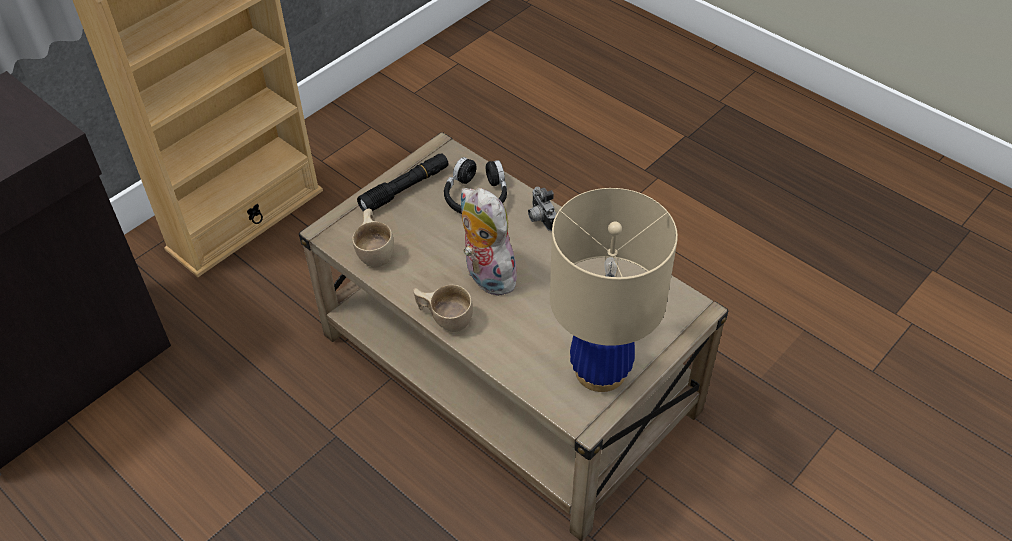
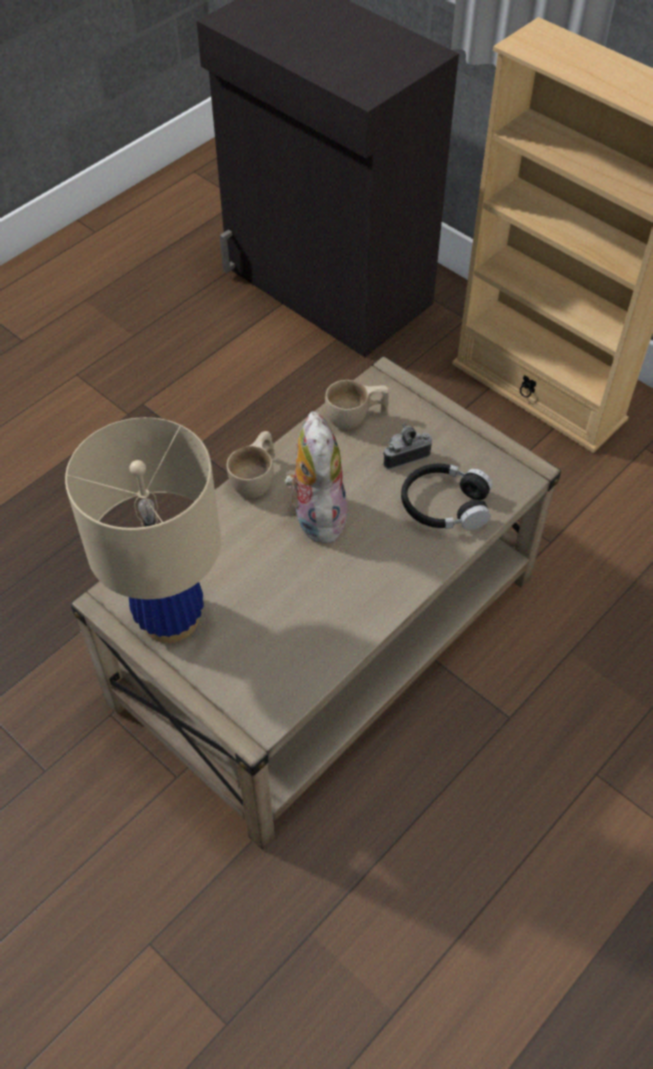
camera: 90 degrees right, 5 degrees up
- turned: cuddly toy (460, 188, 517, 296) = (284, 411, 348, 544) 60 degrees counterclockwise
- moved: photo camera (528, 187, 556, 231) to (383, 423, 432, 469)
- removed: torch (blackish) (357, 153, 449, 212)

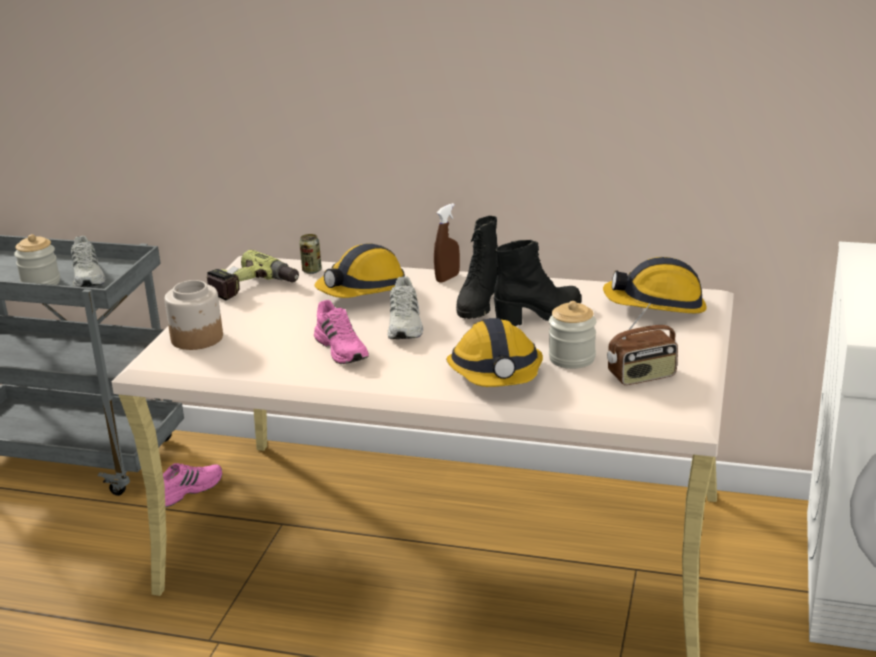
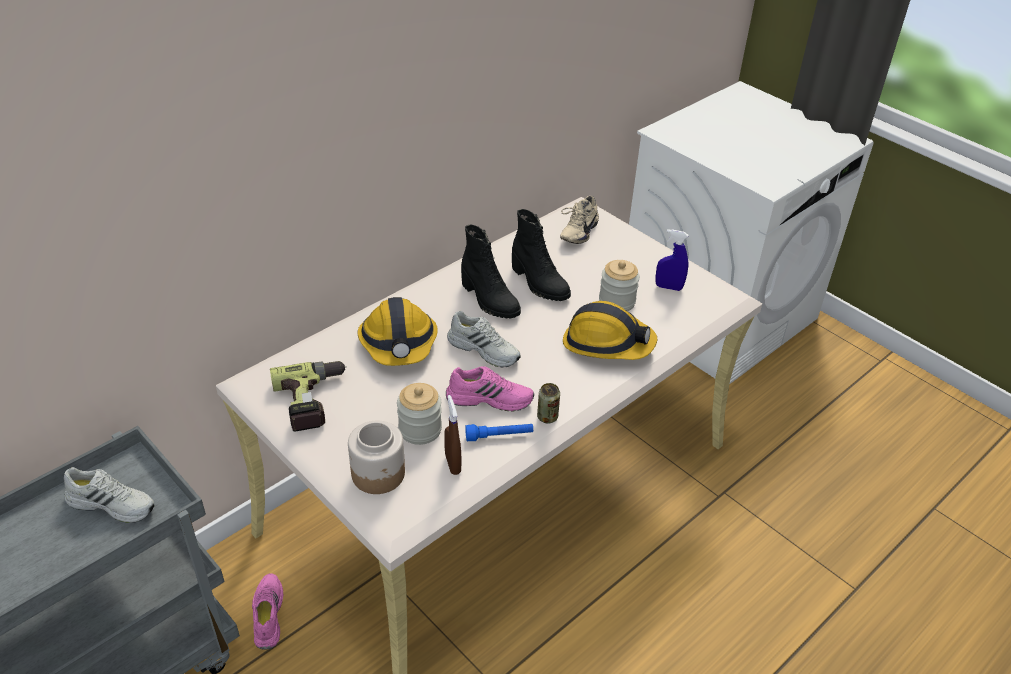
camera: 60 degrees left, 15 degrees up
- moved: jar (14, 234, 60, 285) to (397, 383, 442, 445)
- moved: spray bottle (brownish) (434, 203, 460, 283) to (444, 395, 461, 475)
- added: torch (blue) (465, 424, 533, 441)
- turned: boot (blackish) (494, 240, 582, 326) = (512, 209, 571, 301) 135 degrees clockwise
- moved: sealed can (299, 234, 322, 274) to (537, 383, 560, 423)
- replaced: work helmet (603, 257, 707, 313) to low shoe (sand-coloured) (560, 196, 599, 244)
- replaced: radio (607, 304, 678, 385) to spray bottle (blue) (655, 229, 688, 291)

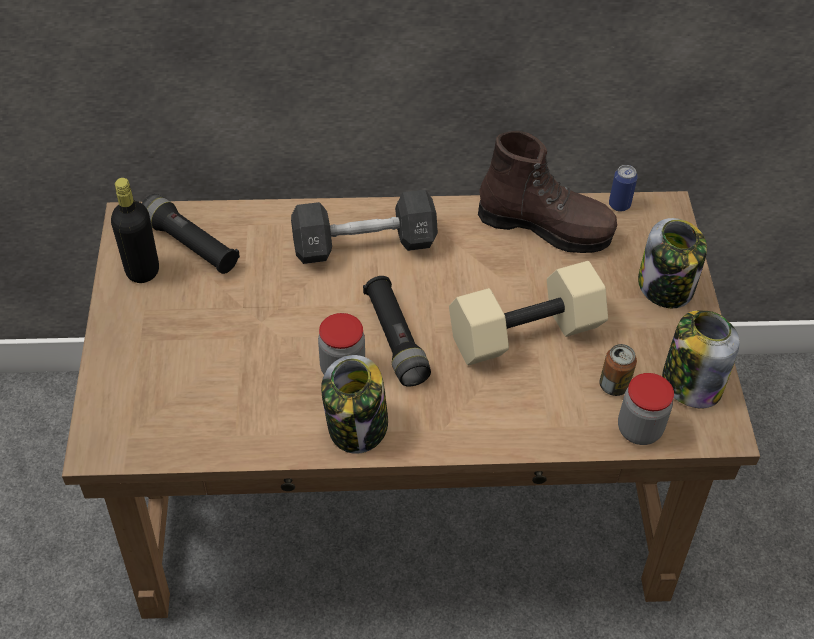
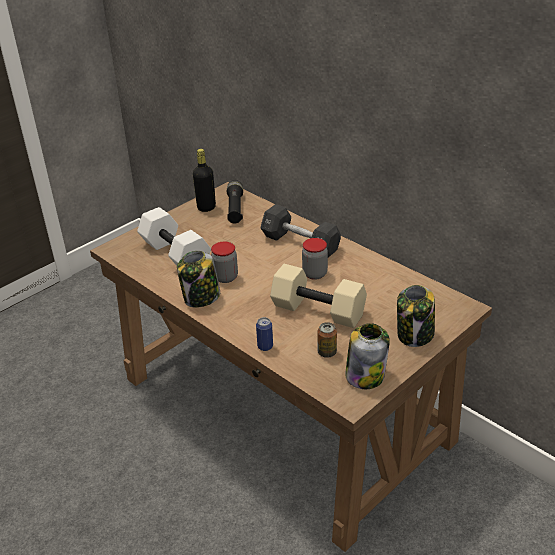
camera: 50 degrees right, 15 degrees down
- added: hand weight (white-coloured) (137, 207, 211, 266)
- moved: sealed can (609, 165, 638, 212) to (256, 317, 273, 351)
- moved: jar (618, 373, 674, 445) to (302, 238, 328, 280)
- removed: torch (blackish) (363, 276, 431, 387)
- removed: boot (brownish) (478, 131, 617, 253)

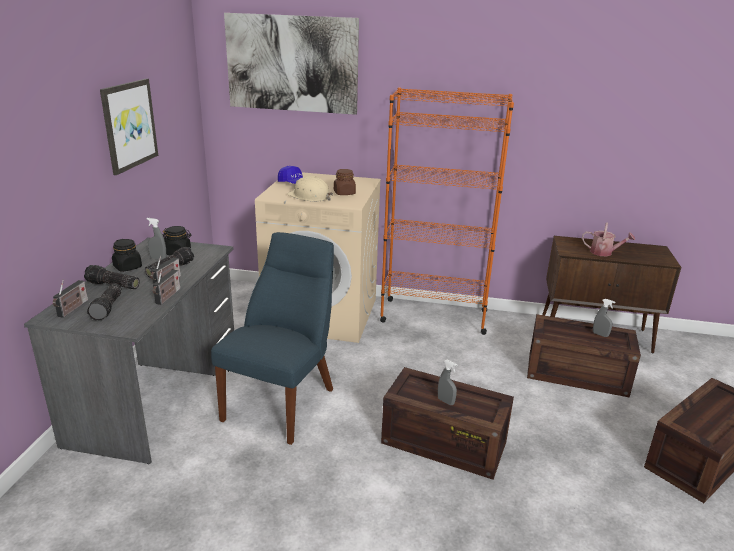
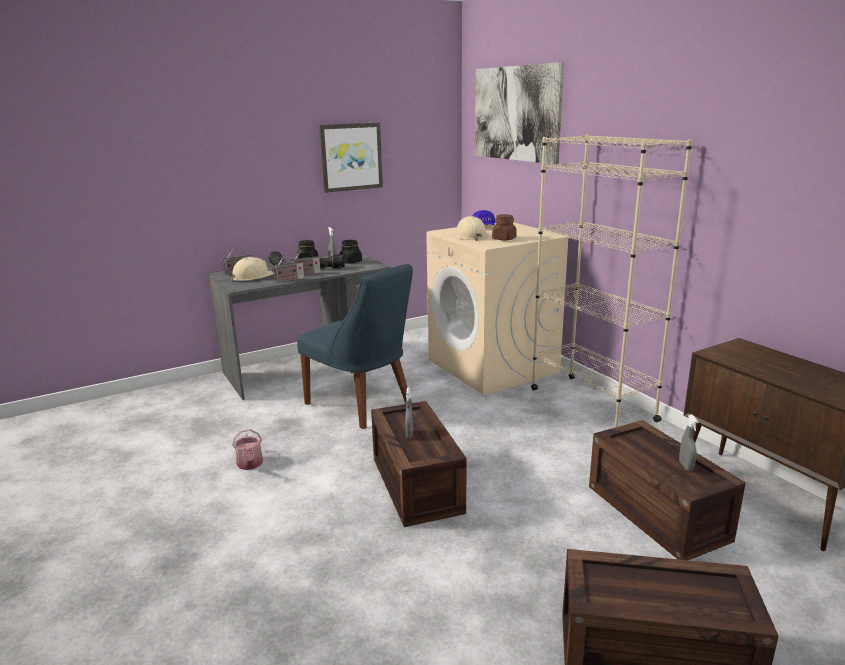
camera: 50 degrees right, 5 degrees down
- replaced: torch (87, 283, 122, 321) to work helmet (sand-coloured) (230, 257, 275, 281)
- moved: watering can (582, 222, 635, 256) to (232, 429, 263, 470)
- turned: chair (blue) (211, 232, 334, 445) = (297, 264, 413, 429) 60 degrees clockwise
- recoloured: bookshelf (orange) (380, 87, 514, 335) to bookshelf (sand-coloured) (531, 134, 693, 428)

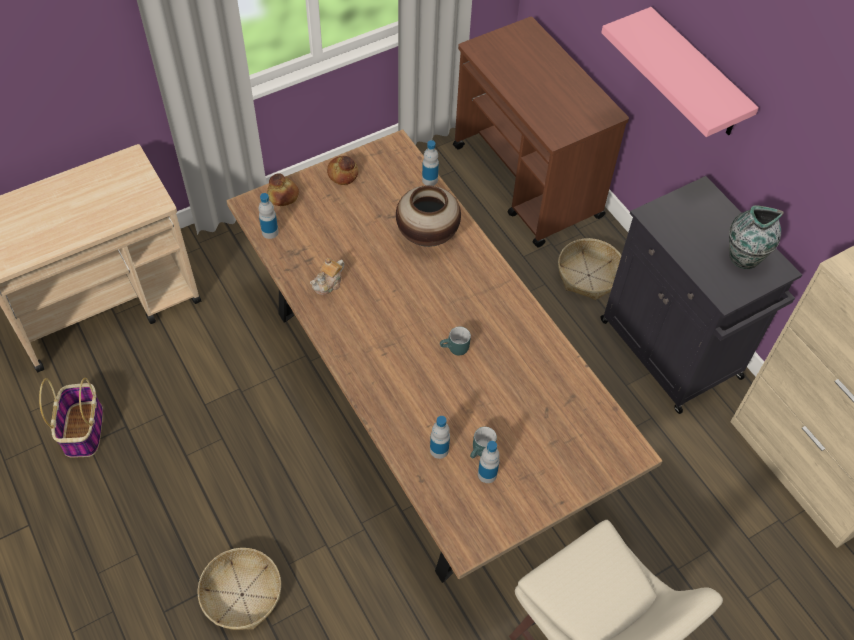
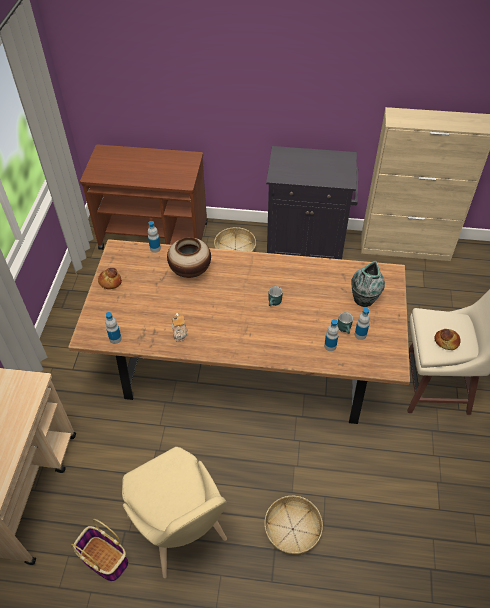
camera: 50 degrees left, 5 degrees down
- added: chair (sand-coloured) (122, 447, 227, 578)
- moved: flower vase (729, 205, 784, 269) to (351, 261, 385, 307)
- moved: bread (267, 173, 299, 206) to (434, 329, 461, 350)
- removed: wall shelf (pink) (601, 7, 759, 137)

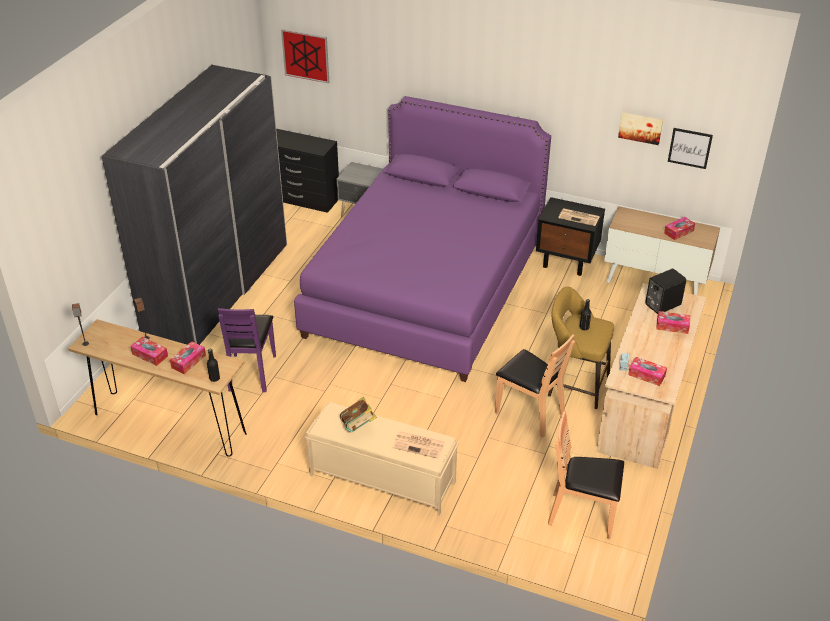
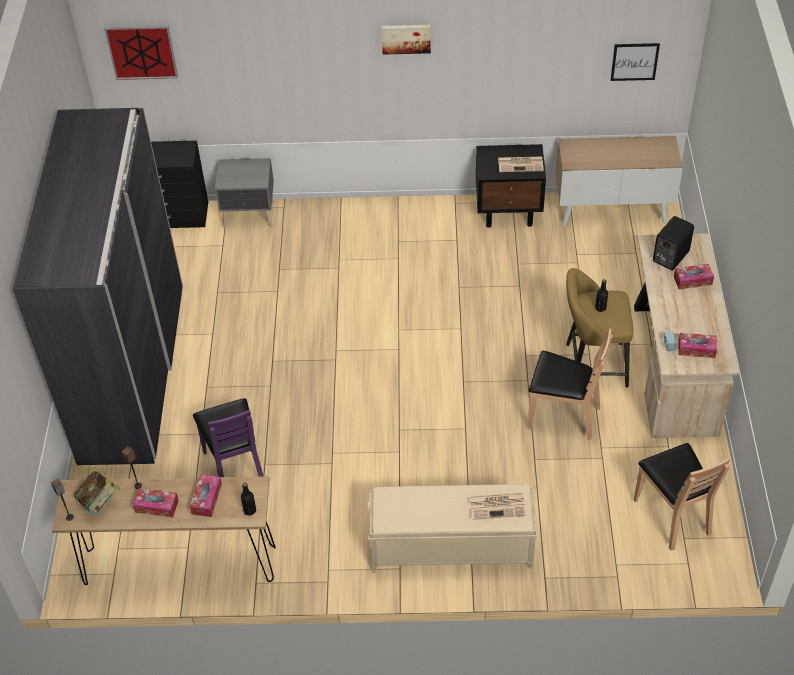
camera: 20 degrees left, 10 degrees up
- moved: book (340, 397, 377, 432) to (74, 467, 120, 514)
- moved: picture (618, 112, 663, 145) to (381, 25, 431, 55)
- turned: chair (brownish) (548, 411, 624, 539) = (634, 443, 731, 551) 105 degrees counterclockwise
- removed: bed (purple) (294, 96, 551, 382)
- removed: box of tissues (664, 217, 695, 240)

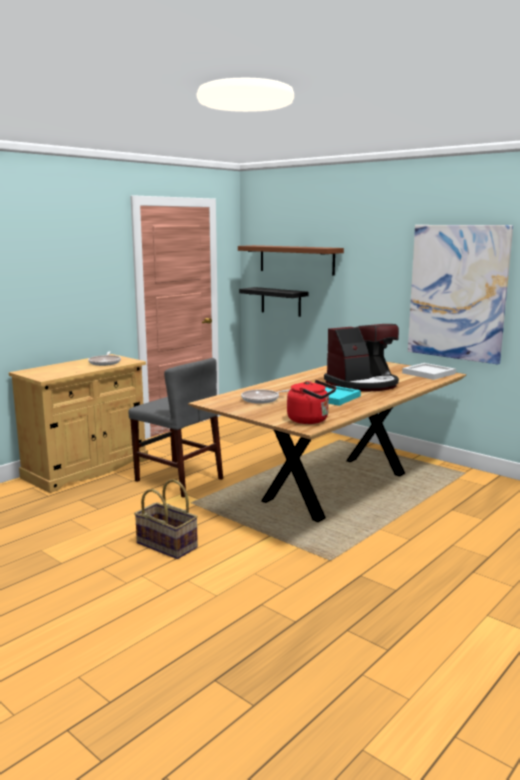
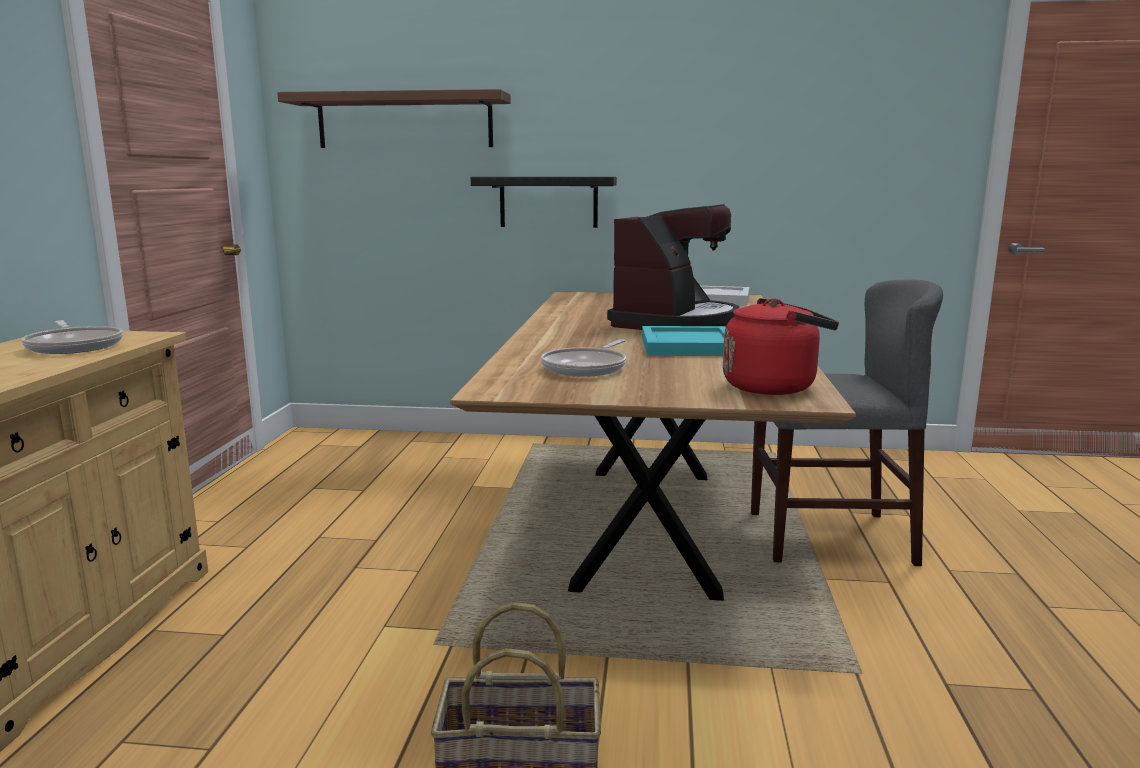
camera: 35 degrees left, 0 degrees up
- moved: wall shelf (blackish) (239, 287, 309, 317) to (471, 177, 617, 228)
- moved: chair (grey) (129, 358, 223, 498) to (751, 279, 943, 566)
- removed: picture (408, 225, 513, 365)

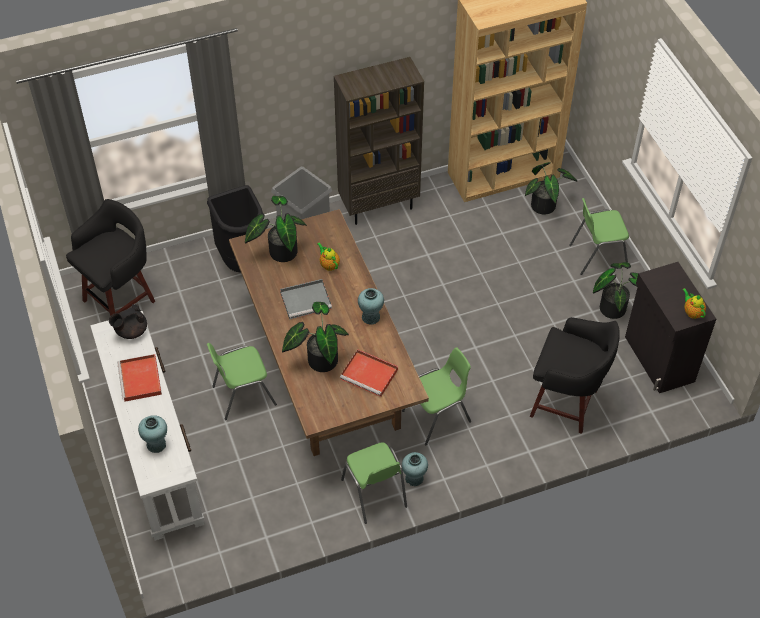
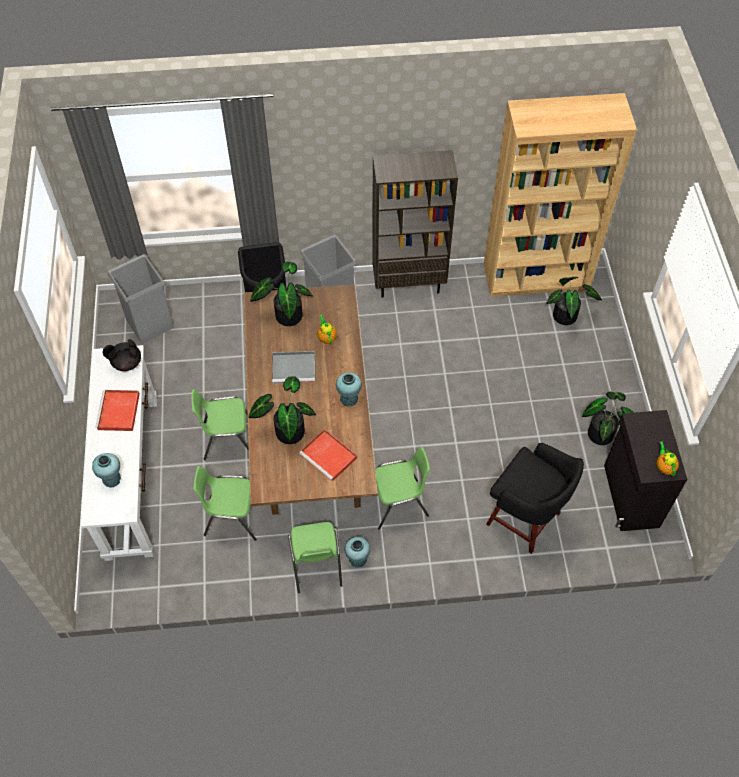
camera: 15 degrees right, 5 degrees up
- replaced: stool (blackish) (66, 199, 155, 316) to waste bin (grey) (108, 254, 174, 343)
- moved: chair (green-coloured) (569, 198, 629, 275) to (193, 466, 257, 541)

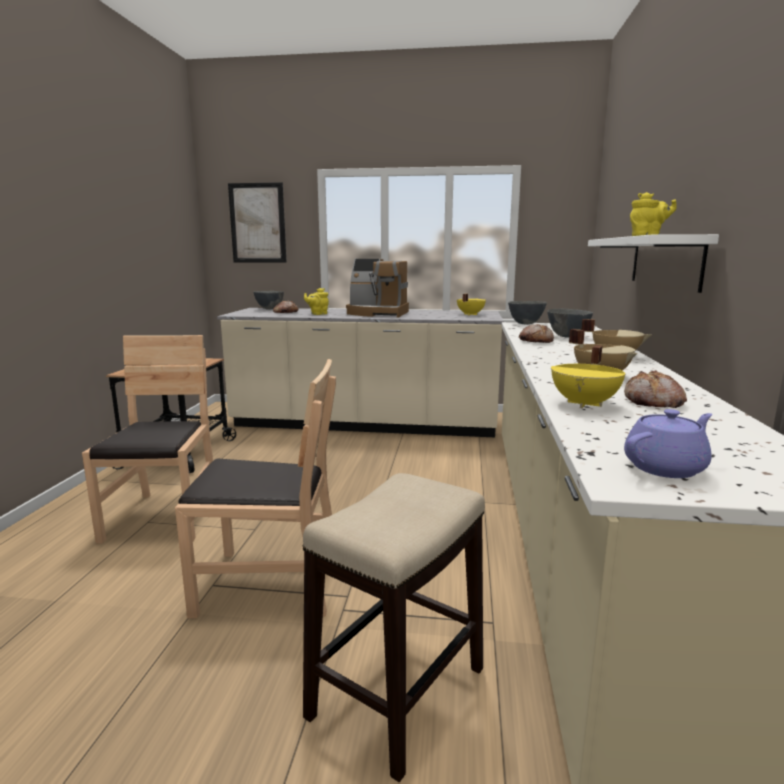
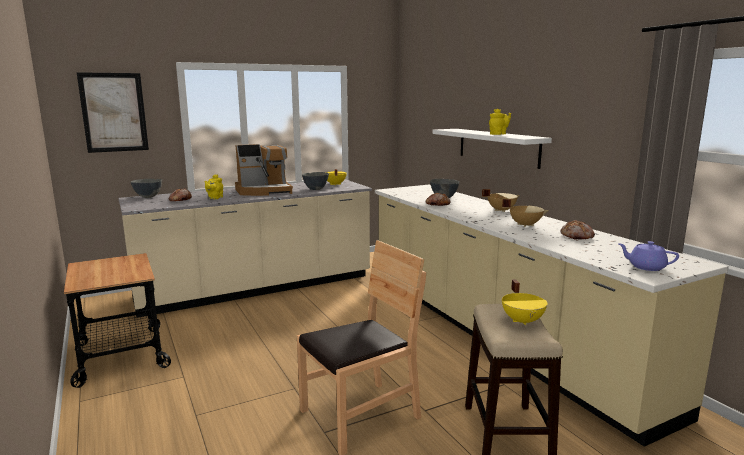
camera: 35 degrees left, 0 degrees up
- moved: deep dish (grey) (508, 301, 547, 325) to (302, 172, 329, 190)
- moved: cooking pot (yellow) (551, 345, 626, 408) to (502, 279, 548, 326)
- turned: tea pot (purple) (624, 409, 712, 478) = (618, 241, 679, 271) 90 degrees counterclockwise
- removed: chair (brownish) (82, 335, 213, 544)

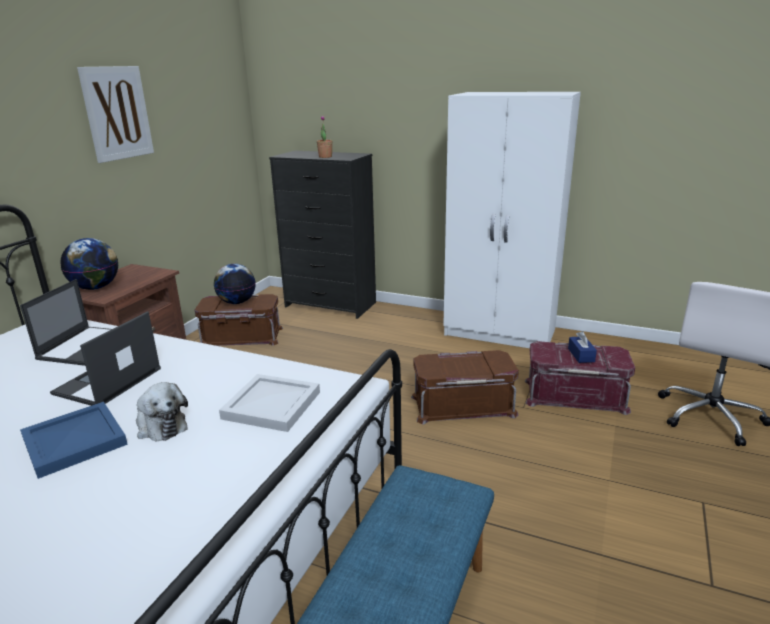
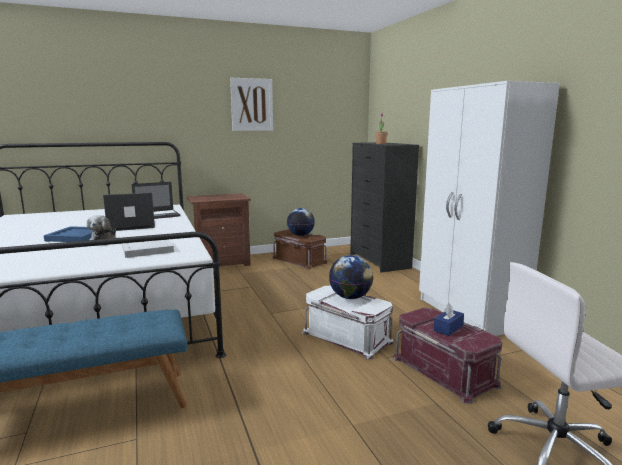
camera: 45 degrees right, 10 degrees down
- recoloured: storage container (brownish) (411, 350, 519, 425) to storage container (white-coloured) (302, 286, 395, 360)
- moved: world globe (60, 238, 118, 290) to (329, 255, 373, 299)

